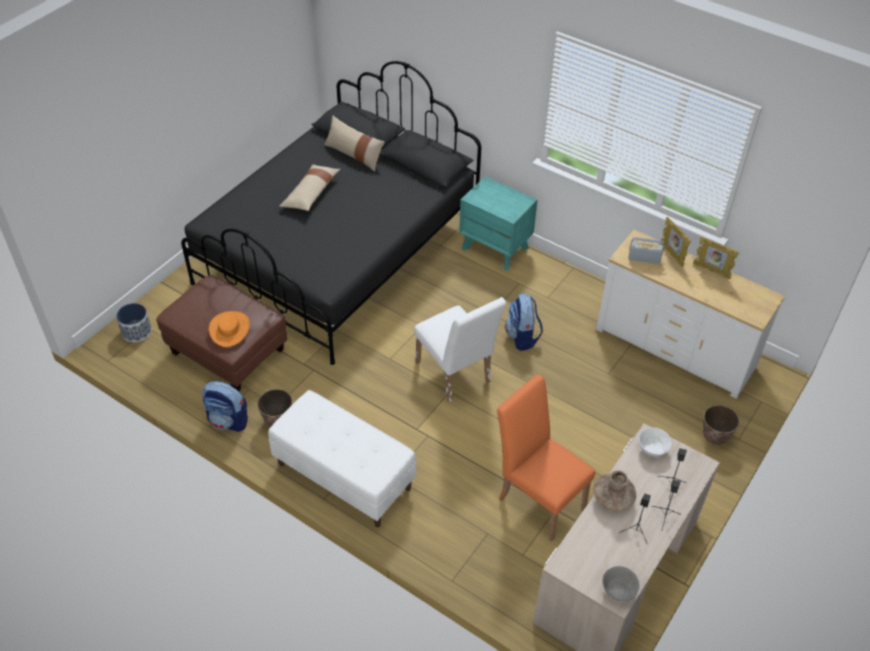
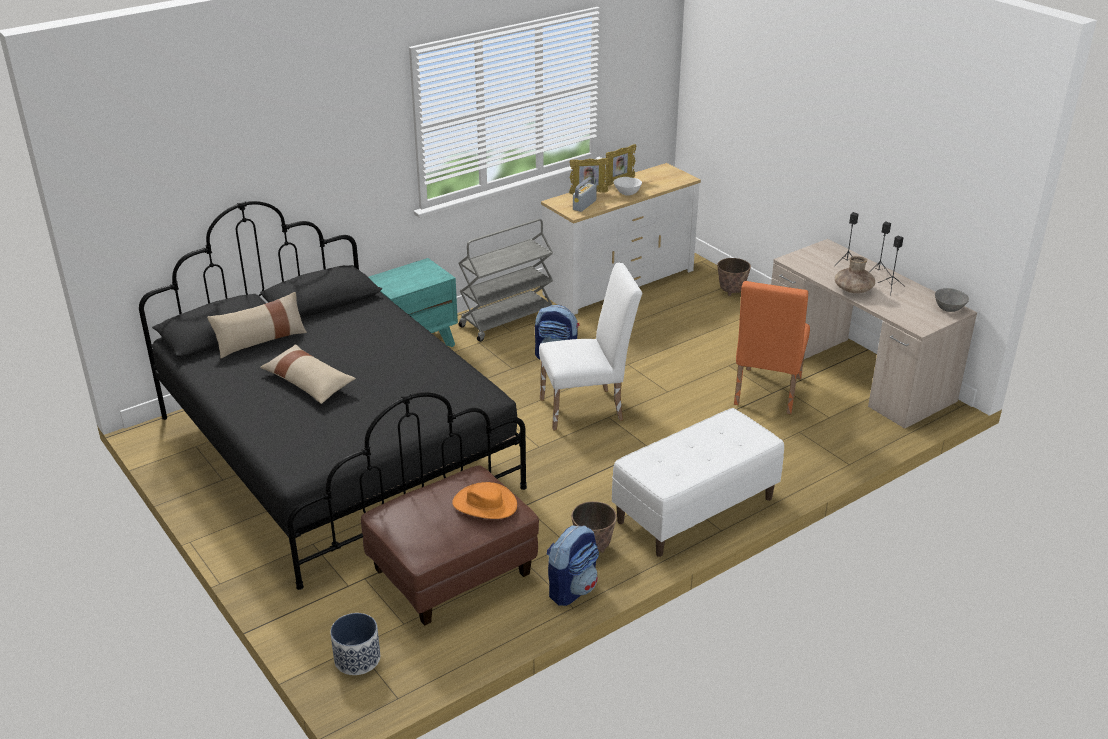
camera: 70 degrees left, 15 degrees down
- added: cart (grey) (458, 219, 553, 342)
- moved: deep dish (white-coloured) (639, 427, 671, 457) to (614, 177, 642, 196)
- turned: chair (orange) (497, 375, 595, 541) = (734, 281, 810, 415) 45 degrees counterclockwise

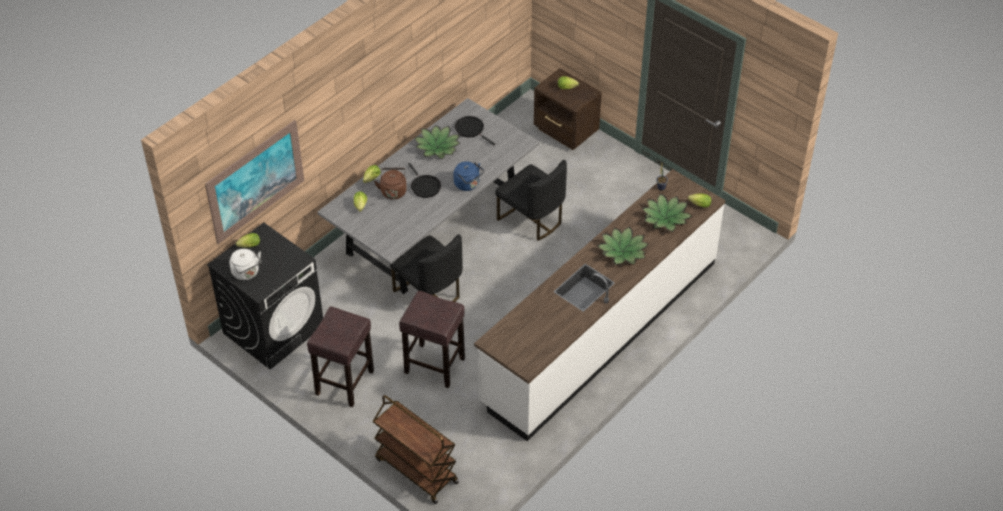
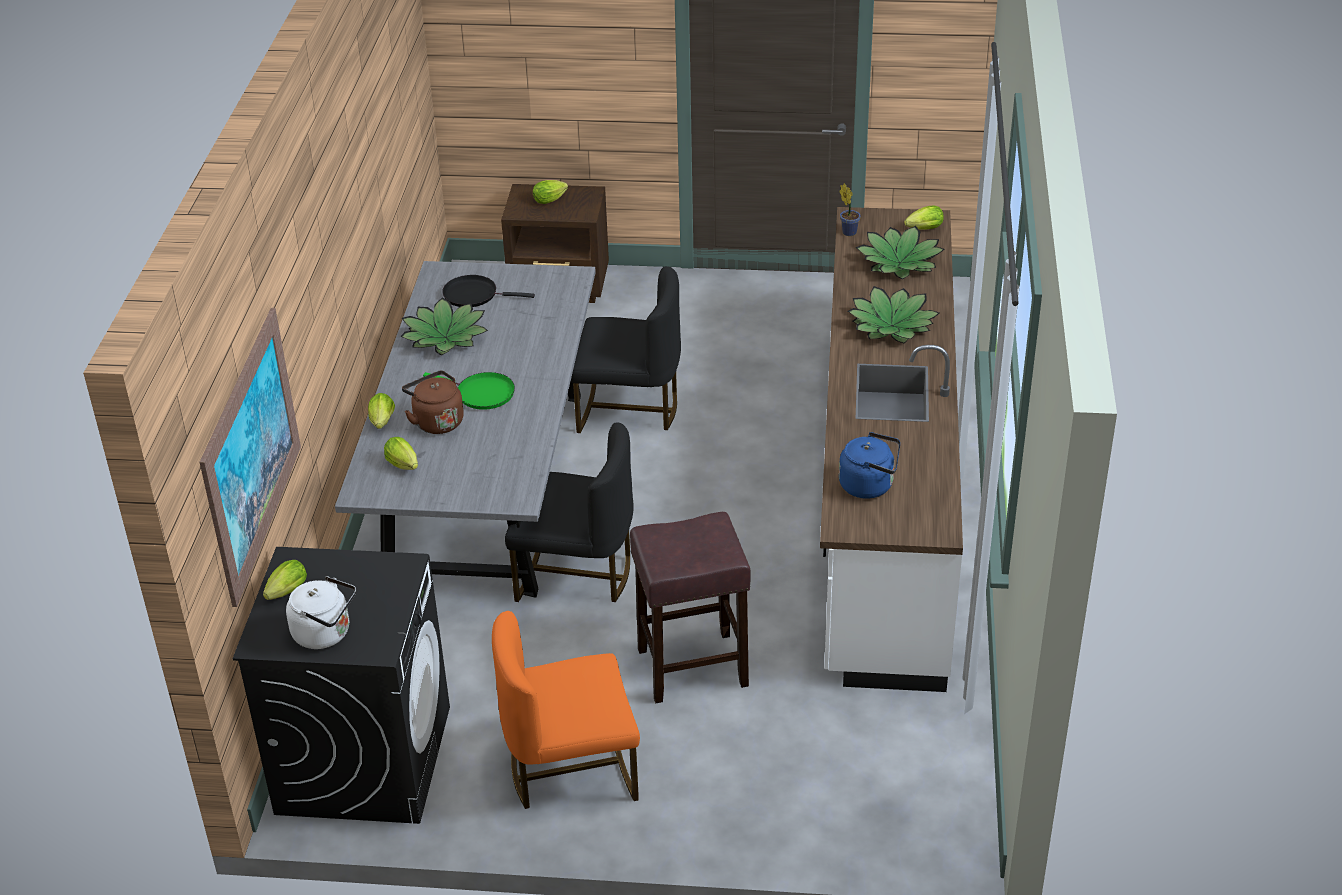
camera: 35 degrees left, 10 degrees down
- recoloured: skillet (blackish) (408, 163, 441, 198) to skillet (green-coloured) (423, 372, 515, 410)
- replaced: stool (brownish) (307, 306, 374, 407) to chair (orange) (492, 611, 640, 809)
- moved: kettle (blue) (454, 161, 484, 191) to (839, 432, 900, 499)
- removed: cart (brownish) (373, 395, 459, 504)

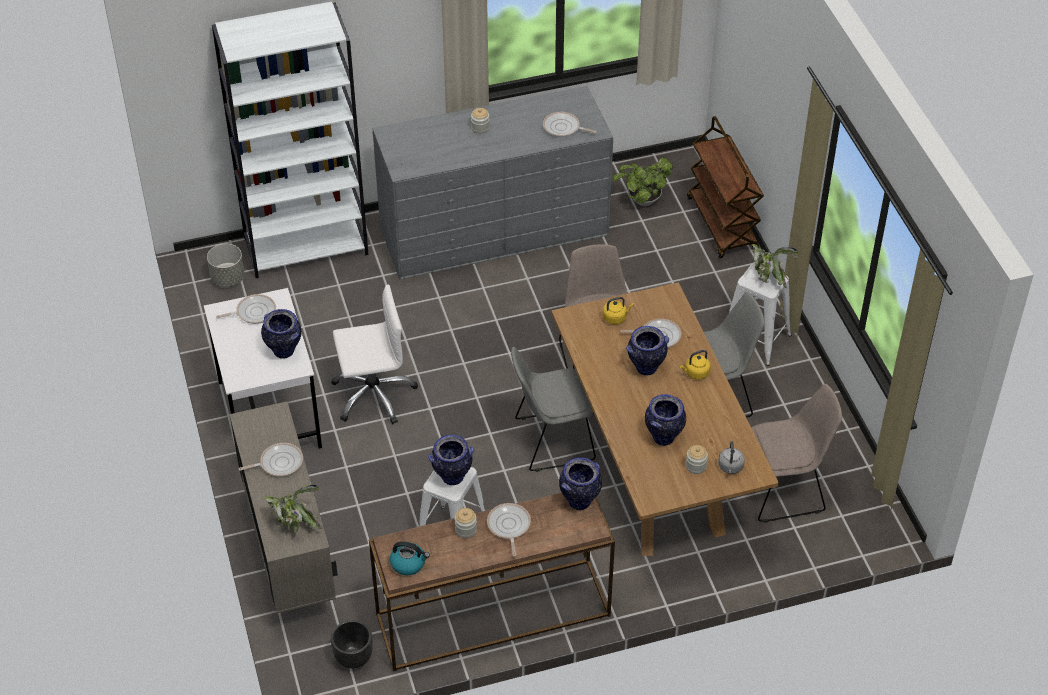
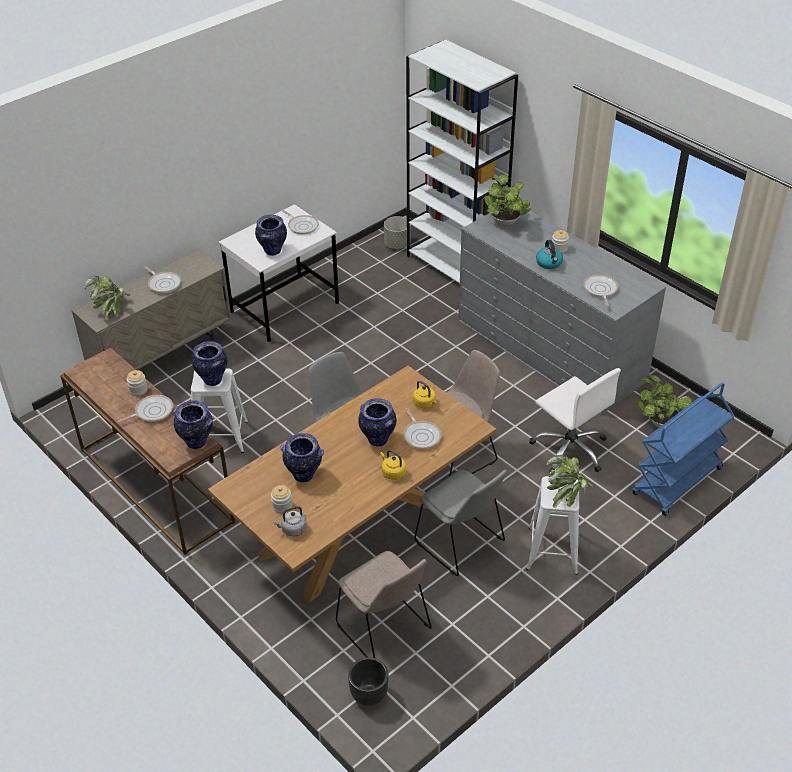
camera: 65 degrees right, 5 degrees down
- moved: plant pot (blackish) (331, 620, 372, 669) to (348, 657, 389, 706)
- added: potted plant (484, 175, 531, 227)
- moved: desk chair (white-coloured) (331, 284, 418, 424) to (529, 368, 621, 473)
- moved: kettle (390, 541, 430, 575) to (536, 240, 563, 269)
- recoloured: cart (brownish) (687, 116, 764, 258) to cart (blue) (632, 383, 734, 516)

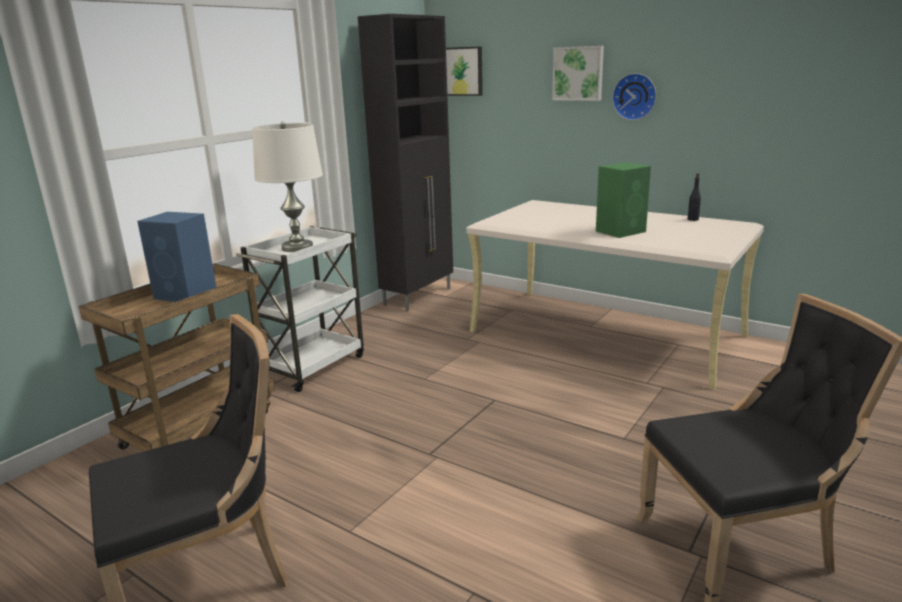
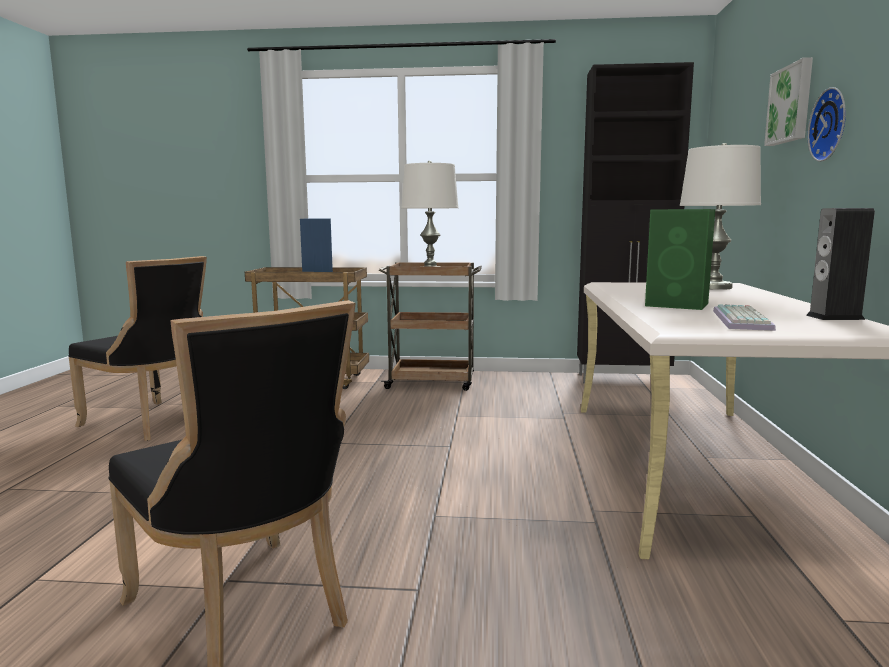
camera: 60 degrees right, 10 degrees down
- recoloured: cart (white-coloured) (236, 226, 364, 392) to cart (brownish) (379, 262, 482, 391)
- added: lamp for a table (white-coloured) (680, 143, 761, 290)
- added: PC keyboard (713, 304, 776, 331)
- replaced: drink bottle (blackish) (688, 173, 701, 221) to speaker (806, 208, 875, 320)
- removed: picture (446, 46, 483, 96)

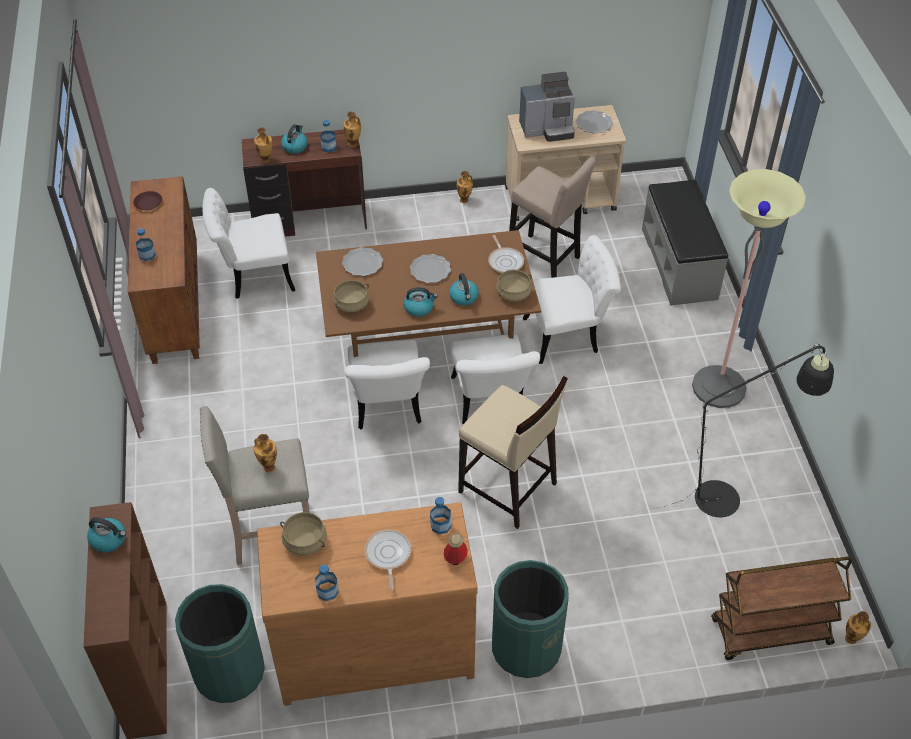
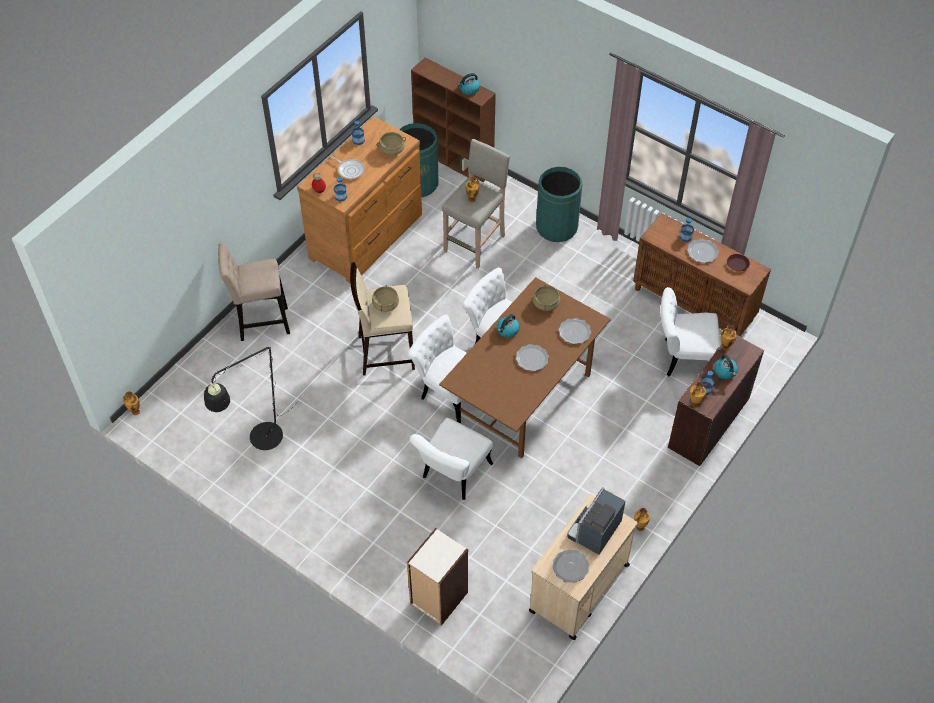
camera: 135 degrees right, 5 degrees up
- moved: stool (sand-coloured) (509, 157, 596, 278) to (218, 243, 290, 341)
- moved: cooking pot (sand-coloured) (496, 269, 532, 302) to (372, 285, 399, 312)
- replaced: bench (grey) (642, 180, 728, 306) to bookshelf (407, 528, 468, 626)
- moved: waste bin (green-coloured) (492, 560, 569, 678) to (536, 167, 583, 242)
- turned: chair (white-coloured) (202, 188, 295, 299) = (661, 287, 721, 377) 120 degrees counterclockwise
- added: plate (687, 239, 719, 263)
- removed: kettle (449, 273, 479, 305)
- removed: skillet (488, 235, 524, 273)
- removed: standing lamp (692, 169, 806, 408)
- removed: cart (brownish) (711, 557, 852, 660)

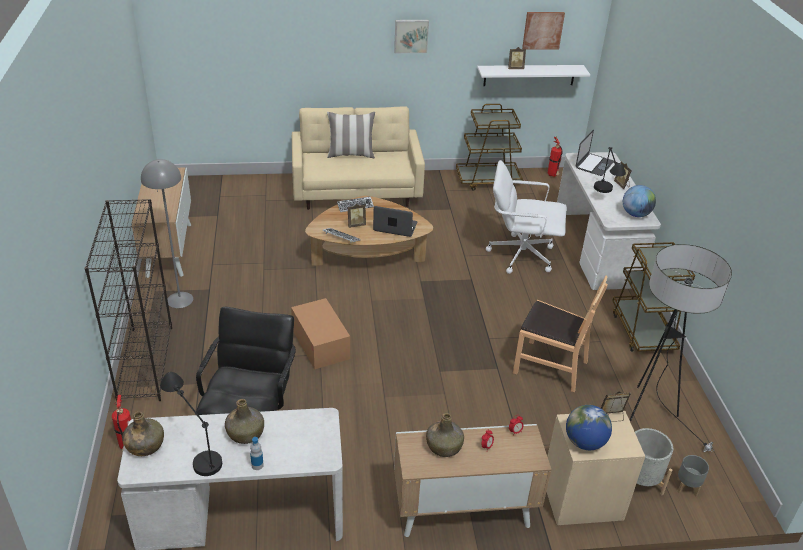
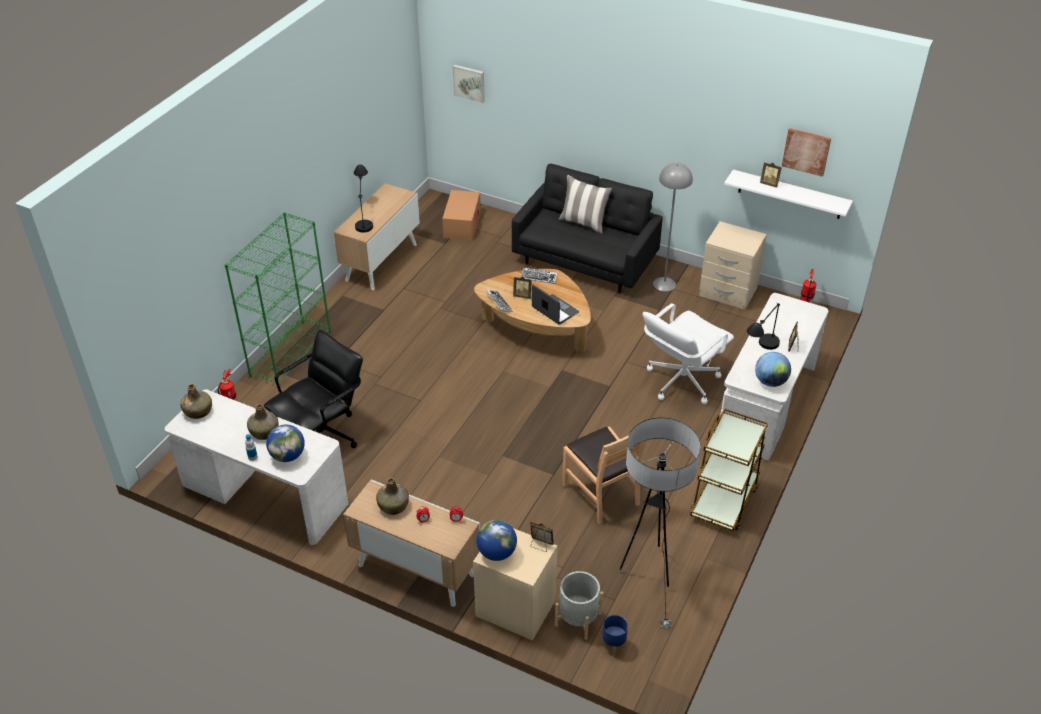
camera: 35 degrees right, 5 degrees up
- recoloured: bookshelf (blackish) (85, 199, 172, 401) to bookshelf (green-coloured) (225, 212, 331, 383)
- added: world globe (266, 424, 305, 462)
- moved: lamp for a table (blackish) (160, 372, 222, 476) to (354, 164, 373, 233)
- moved: cardboard box (291, 298, 350, 370) to (442, 190, 481, 240)
- moved: picture (394, 20, 429, 53) to (453, 65, 485, 103)
- recoloured: sofa (sand-coloured) (292, 107, 425, 210) to sofa (blackish) (512, 164, 663, 293)
- recoloured: plant pot (grey) (677, 455, 709, 497) to plant pot (blue) (601, 615, 628, 655)
- turned: desk chair (white-coloured) (486, 160, 567, 274) = (643, 303, 734, 404) 90 degrees counterclockwise
- moved: standing lamp (grey) (141, 159, 193, 308) to (653, 163, 693, 291)
- replaced: cart (brownish) (456, 104, 523, 190) to night table (sand-coloured) (699, 221, 767, 310)
- removed: portable computer (576, 130, 614, 176)

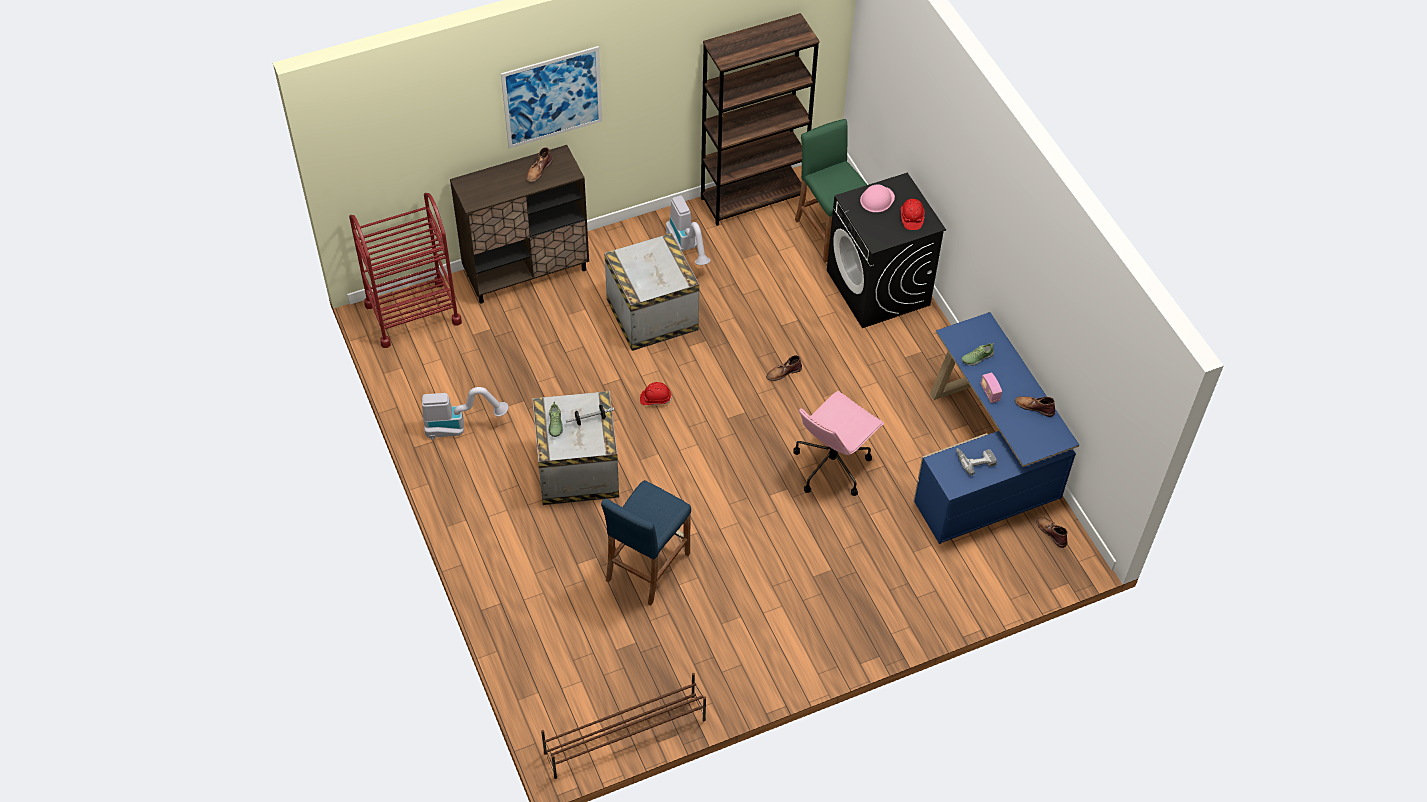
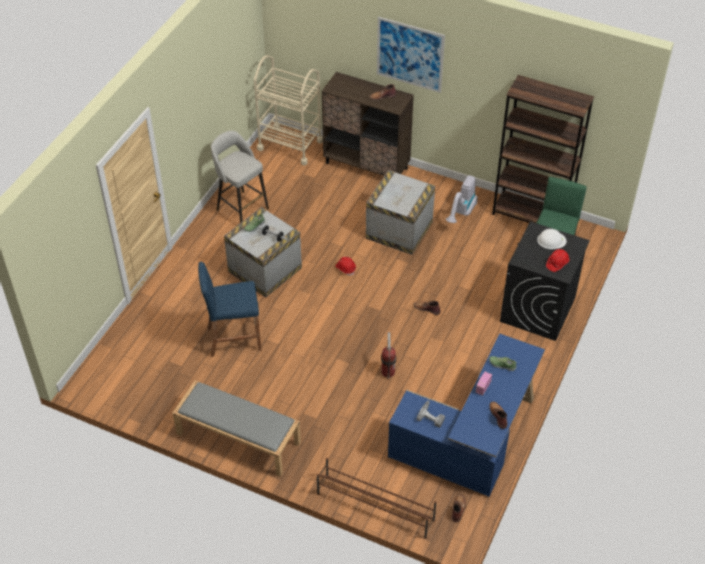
camera: 50 degrees right, 5 degrees down
- added: bench (grey) (173, 380, 301, 477)
- replaced: vacuum (422, 387, 508, 439) to stool (grey) (211, 131, 269, 223)
- recoloured: cart (red-coloured) (349, 193, 462, 348) to cart (sand-coloured) (254, 55, 323, 165)
- moved: shoe stand (brownish) (541, 673, 706, 779) to (317, 458, 436, 539)
- replaced: desk chair (pink) (793, 391, 884, 496) to extinguisher (381, 332, 396, 379)
- recoloured: work helmet (pink) (860, 185, 895, 213) to work helmet (white-coloured) (537, 229, 566, 249)

